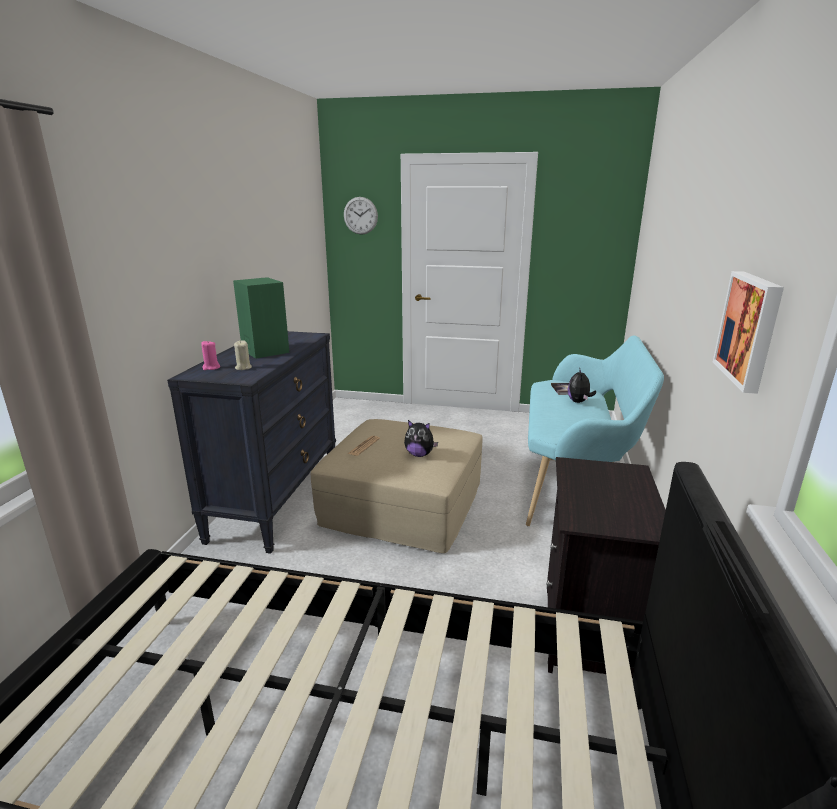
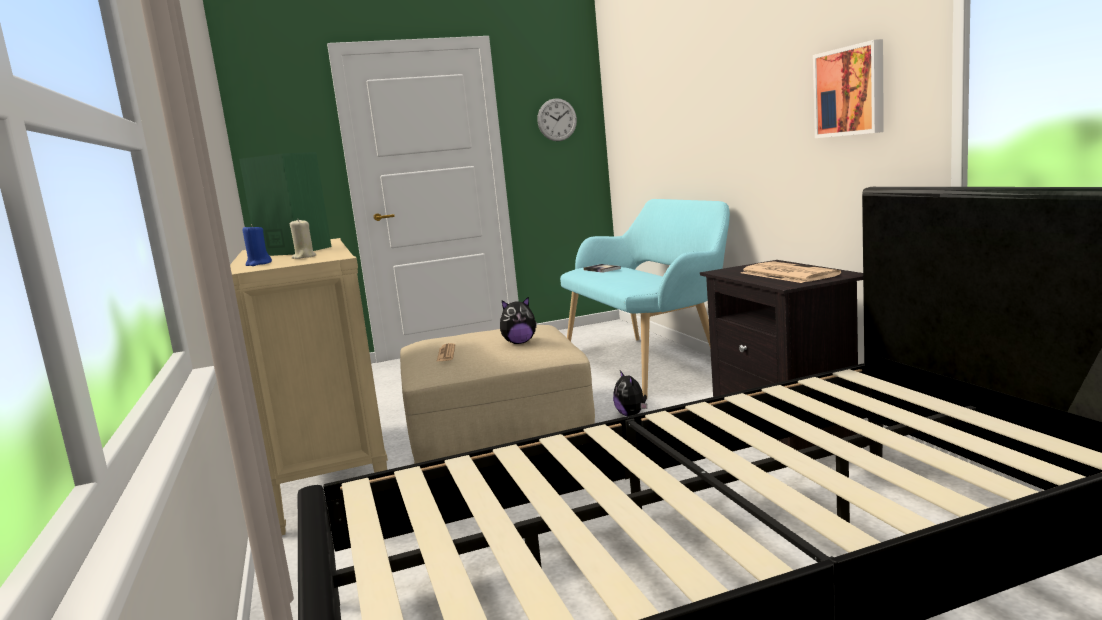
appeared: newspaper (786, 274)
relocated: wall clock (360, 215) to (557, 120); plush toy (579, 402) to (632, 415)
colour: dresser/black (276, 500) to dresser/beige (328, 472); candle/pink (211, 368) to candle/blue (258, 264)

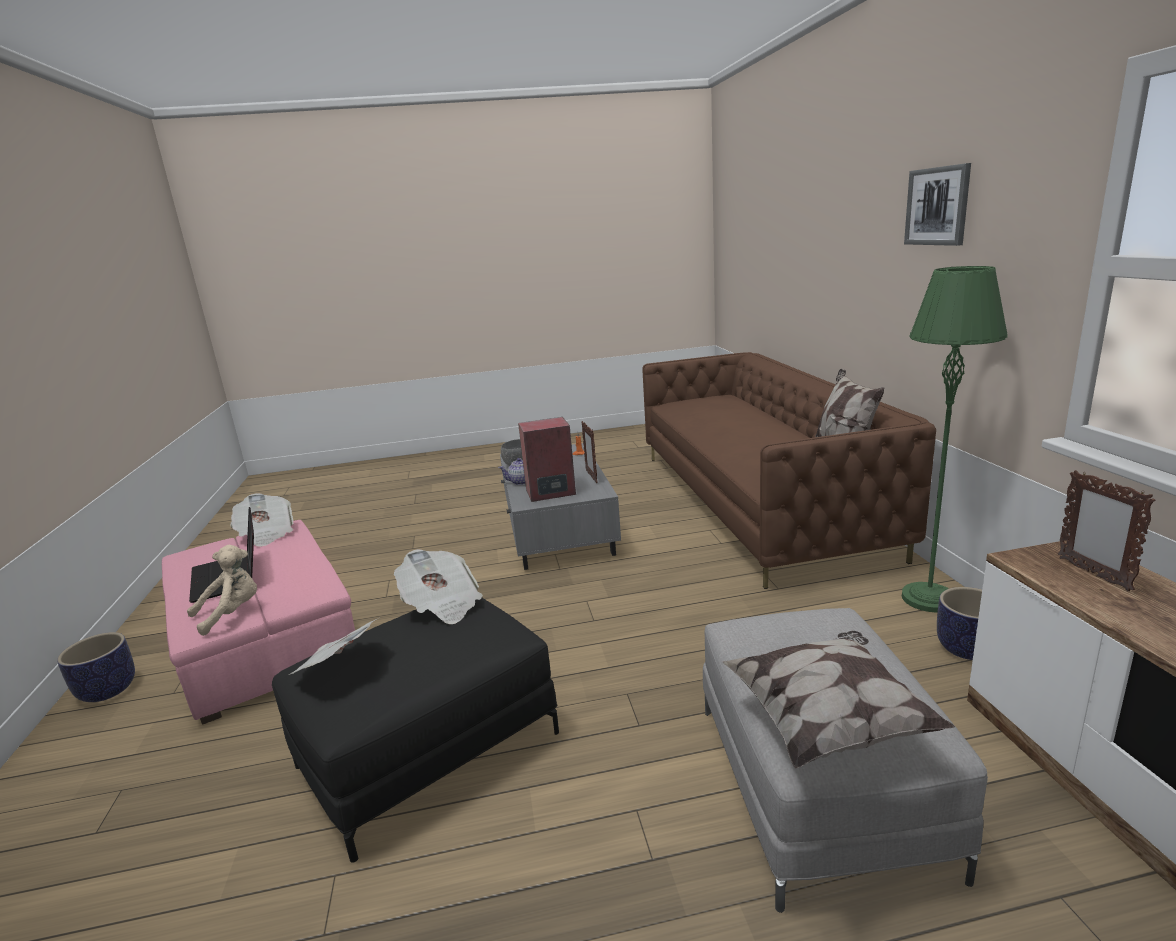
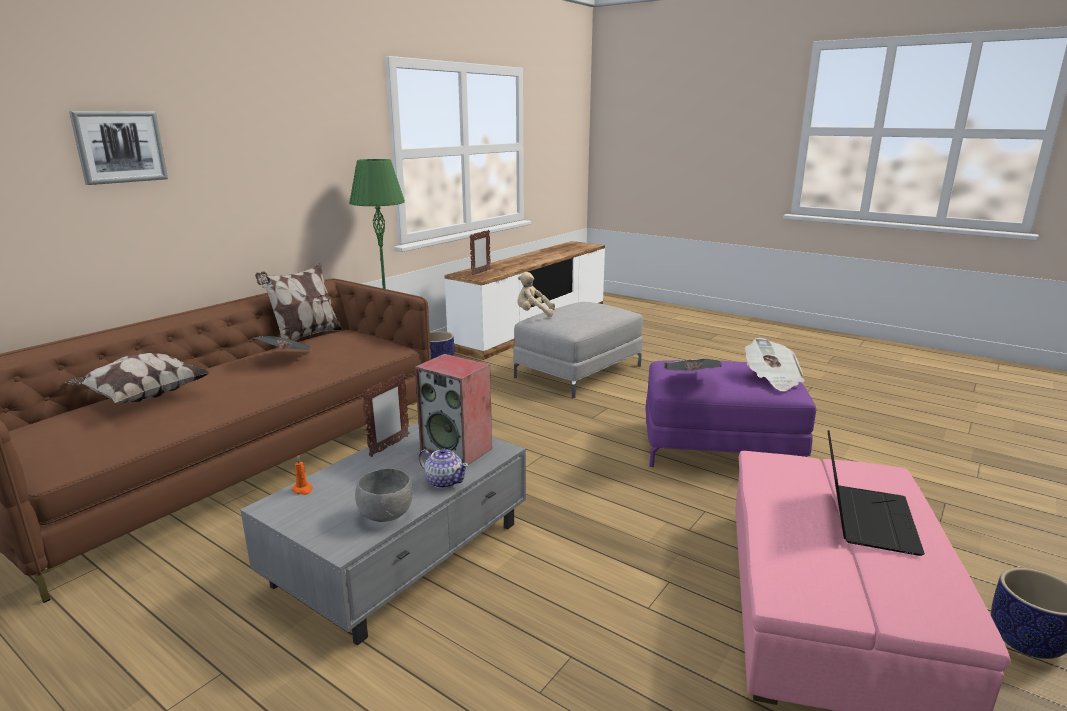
relocated: plush toy/beige (232, 613) to (533, 313); newspaper (266, 534) to (287, 358); pillow (828, 721) to (143, 397); picture (937, 206) to (120, 147)
colour: ottoman/black (429, 750) to ottoman/purple (719, 446)

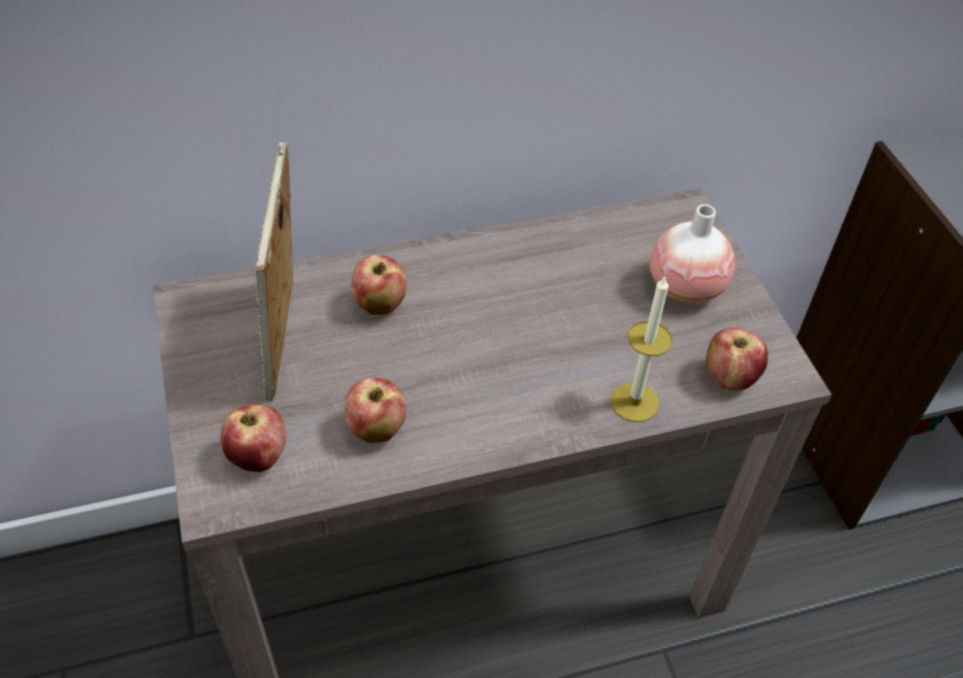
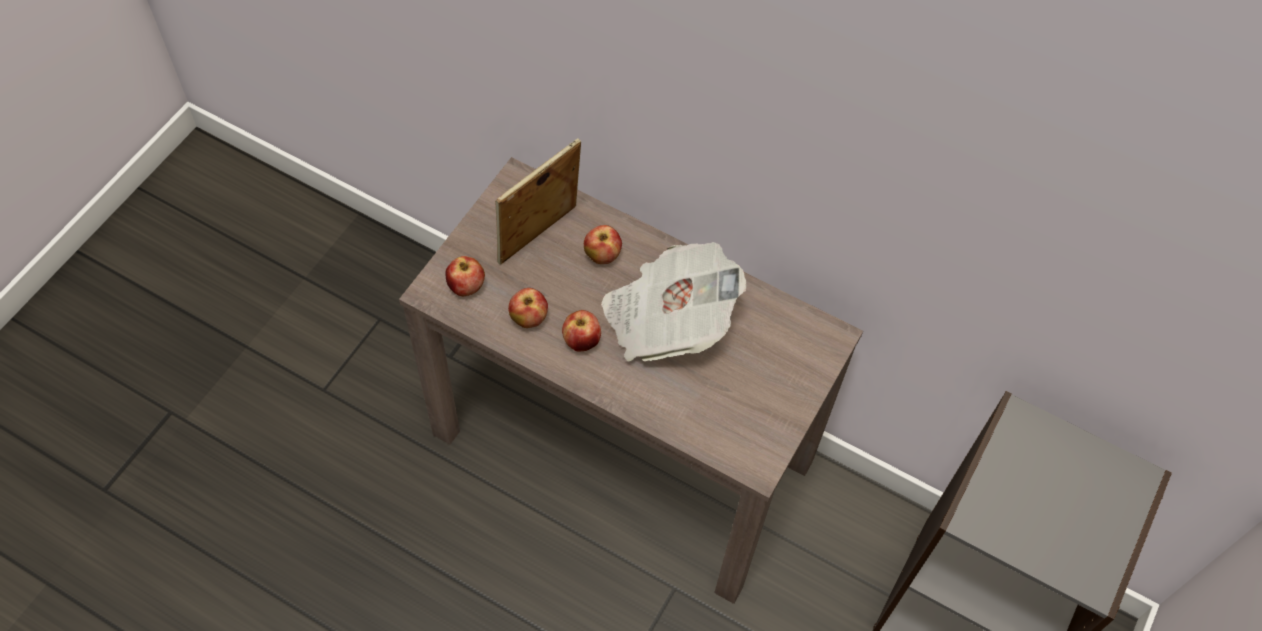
missing: candle (634, 402); vase (685, 288)
appeared: newspaper (668, 320)
relocated: apple (729, 378) to (581, 341)

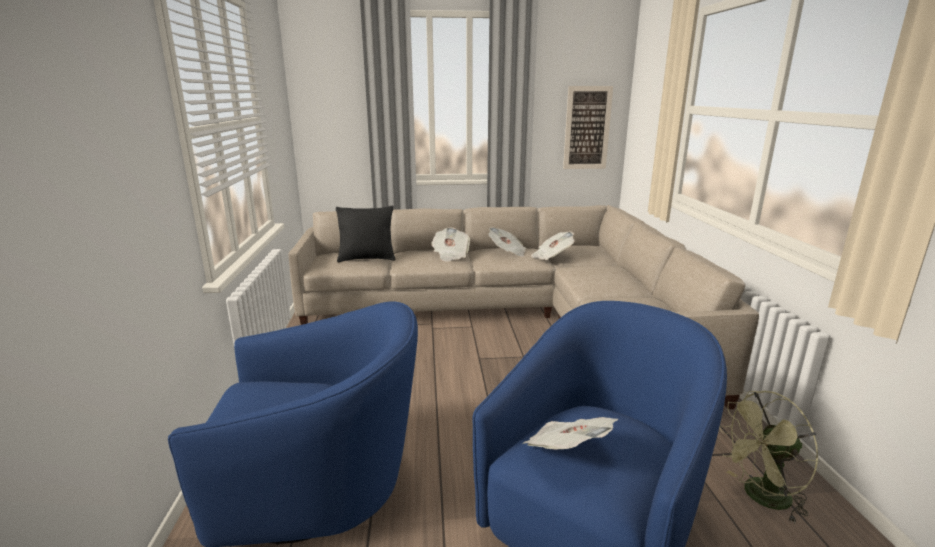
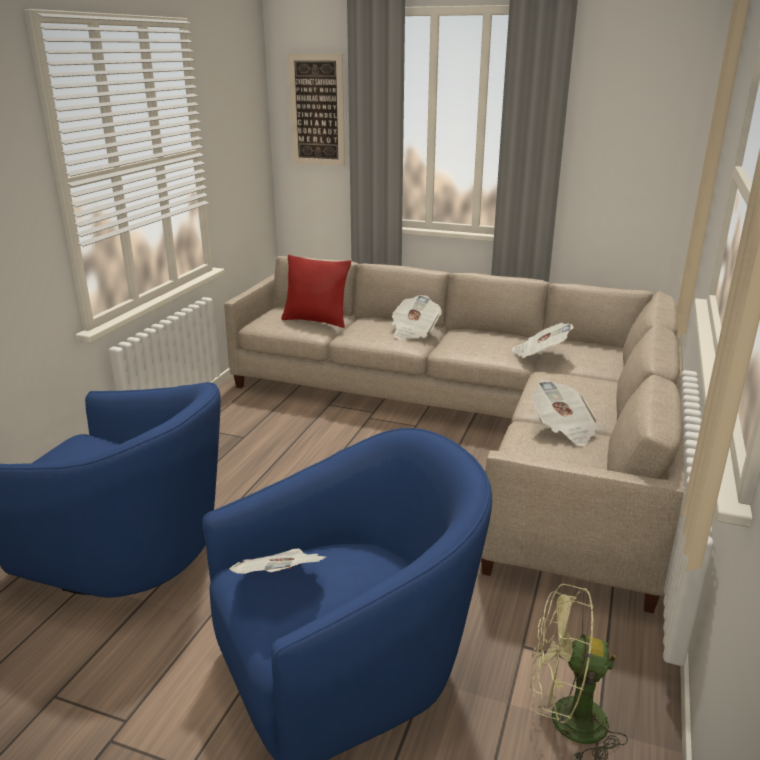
relocated: newspaper (507, 252) to (563, 429); picture (587, 128) to (317, 110)
colour: pillow/black (367, 259) to pillow/red (316, 321)

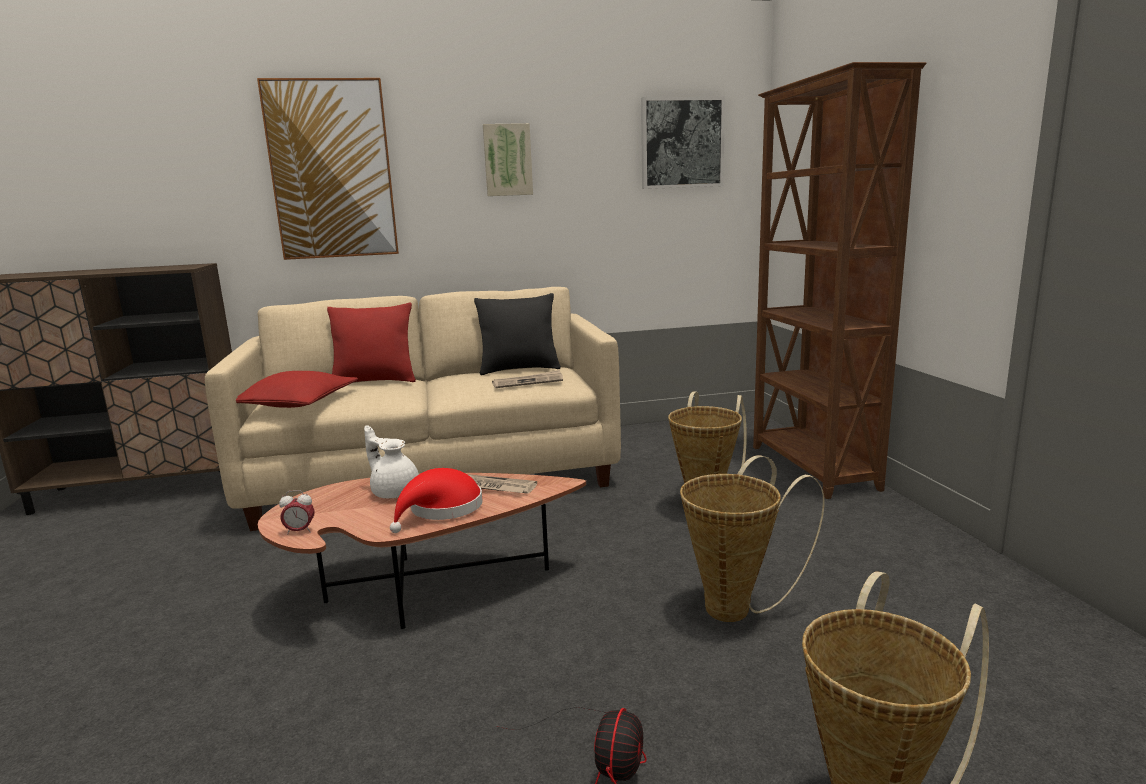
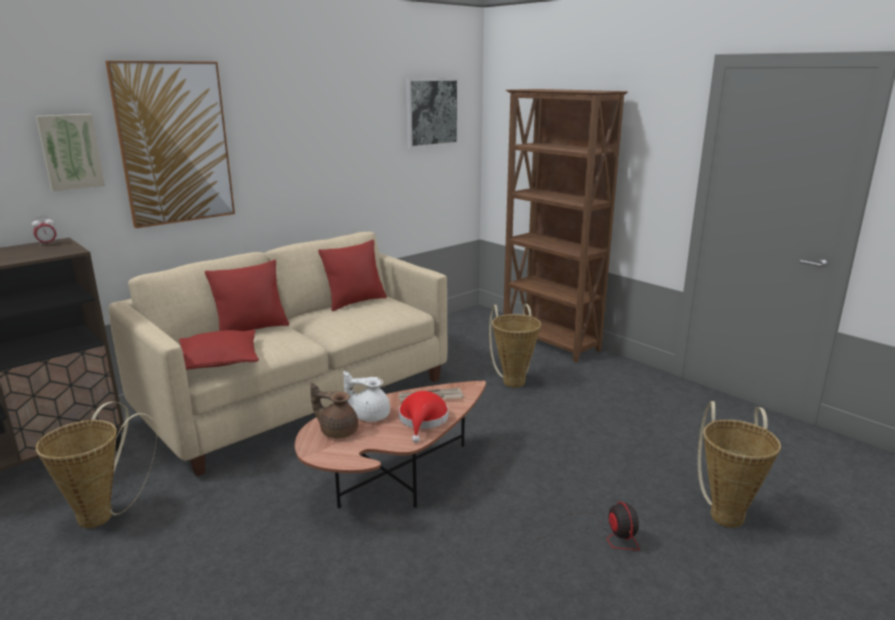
missing: newspaper (528, 382)
appeared: teapot/brown (337, 431)
relocated: alarm clock (300, 531) to (47, 244); picture (507, 160) to (70, 151); basket (736, 607) to (104, 514)
colour: pillow/black (519, 369) to pillow/red (355, 302)

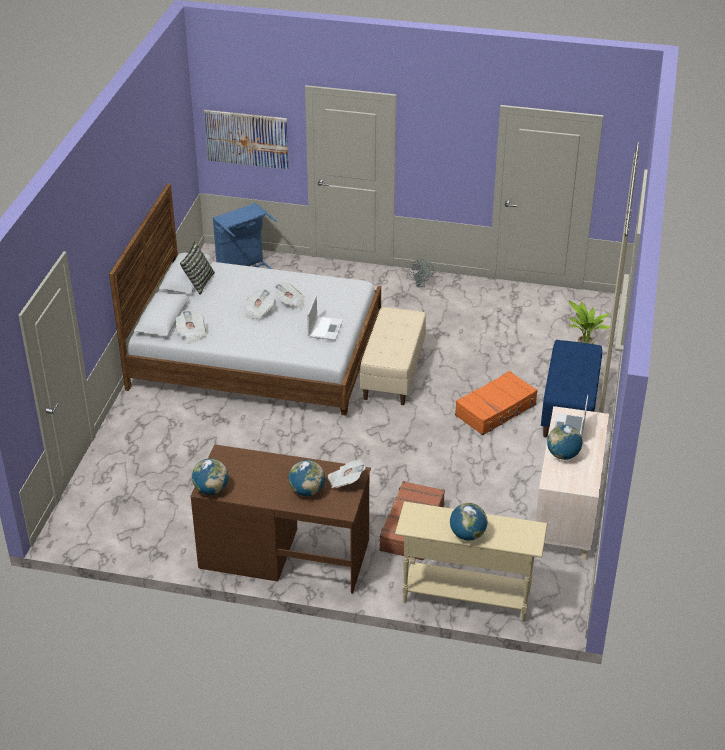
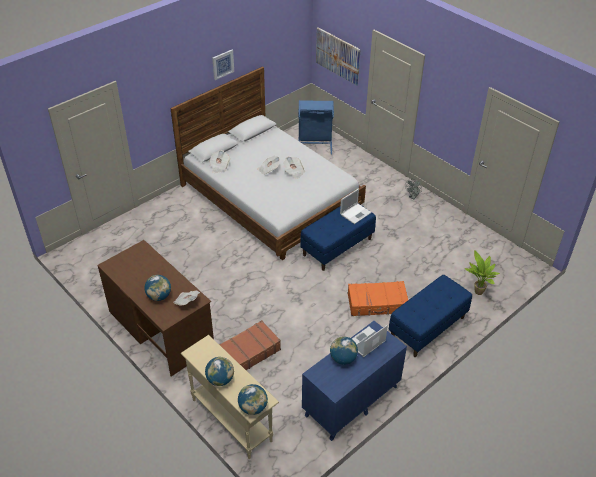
missing: pillow (198, 282)
appeared: picture (222, 64)
relocated: globe (211, 489) to (253, 408); laptop (325, 328) to (356, 213)
colour: bench/beige (392, 373) to bench/blue (337, 246); dresser/beige (566, 515) to dresser/blue (351, 401)

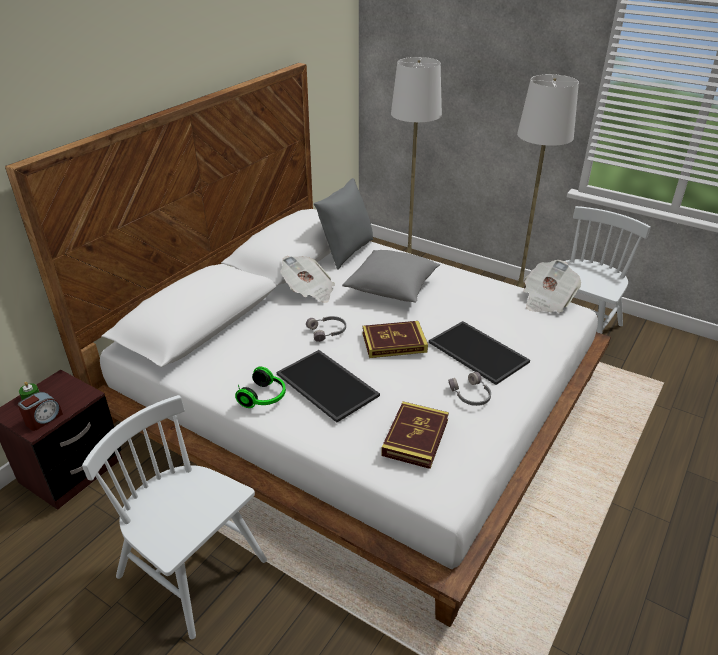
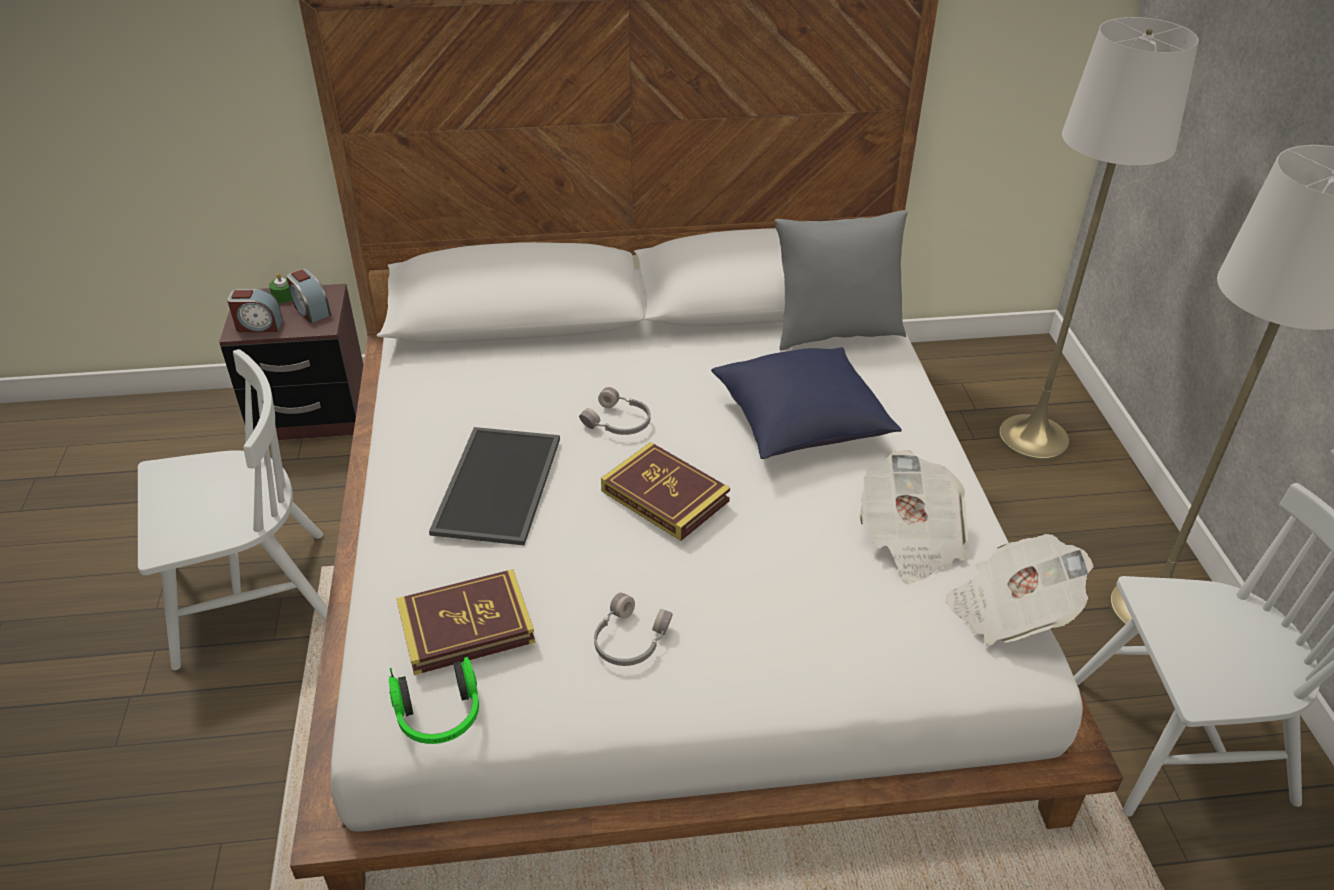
missing: tray (479, 352)
appeared: alarm clock (311, 310)
relocated: headphones (264, 397) to (440, 717); newspaper (309, 291) to (910, 539)
colour: pillow/grey (392, 289) to pillow/blue (801, 424)
spun: chair/white (192, 569) = (250, 597) 75 degrees clockwise

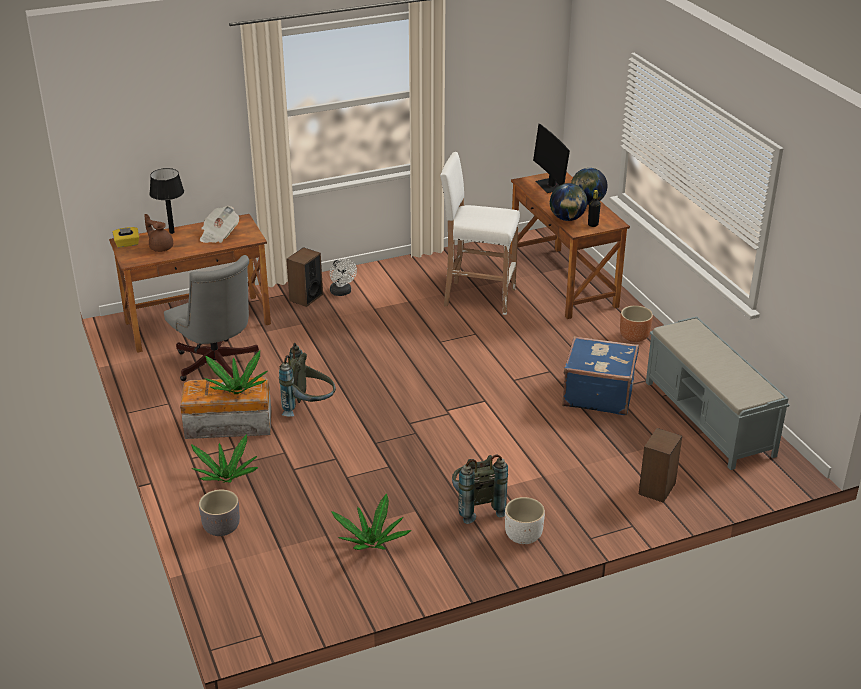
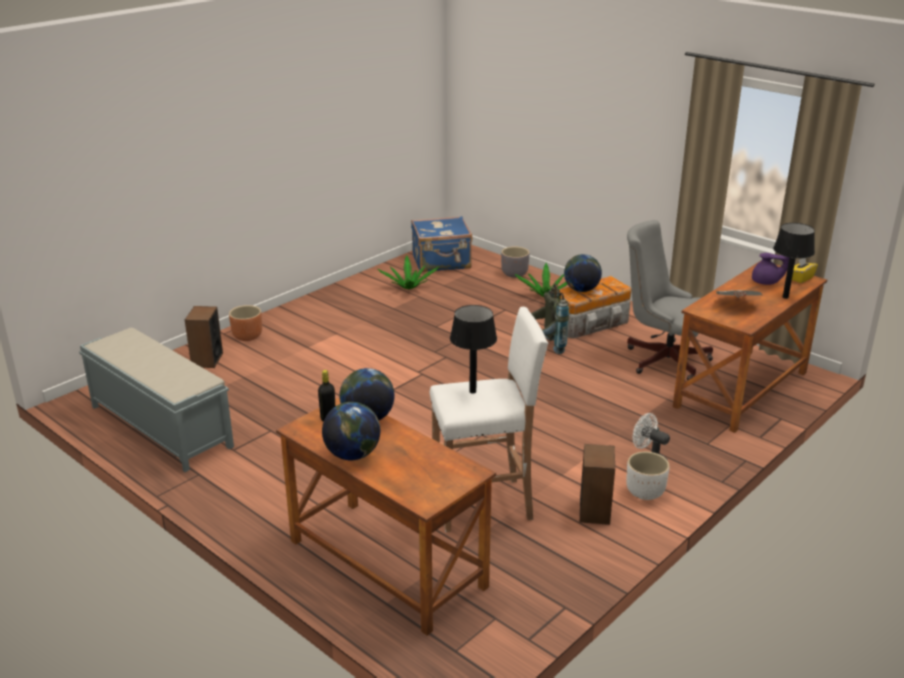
missing: backpack/grey (476, 506); monitor (551, 186)
appeared: table lamp/black (473, 391)
relocated: speaker (306, 297) to (595, 511); planter/white (524, 536) to (644, 492); suitcase/blue (597, 394) to (442, 262); planter/brown (634, 337) to (247, 336)
exchanged: potted plant (237, 390) to globe (581, 290)
colour: teapot/brown (160, 247) to teapot/purple (766, 282)

